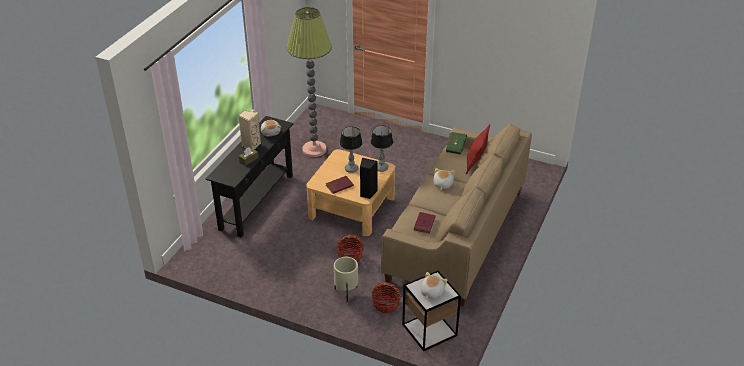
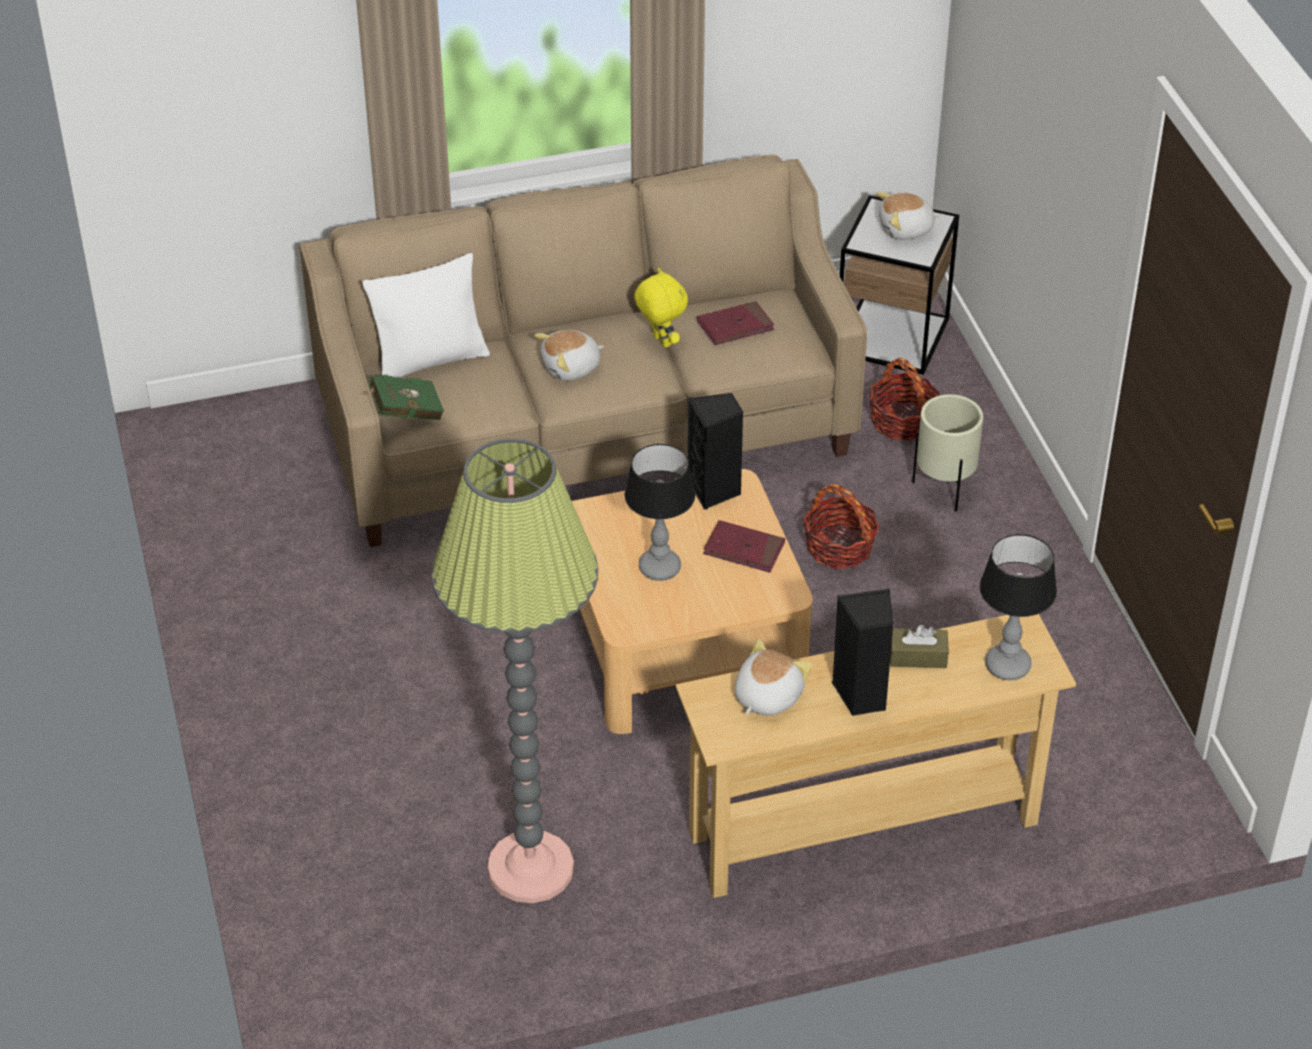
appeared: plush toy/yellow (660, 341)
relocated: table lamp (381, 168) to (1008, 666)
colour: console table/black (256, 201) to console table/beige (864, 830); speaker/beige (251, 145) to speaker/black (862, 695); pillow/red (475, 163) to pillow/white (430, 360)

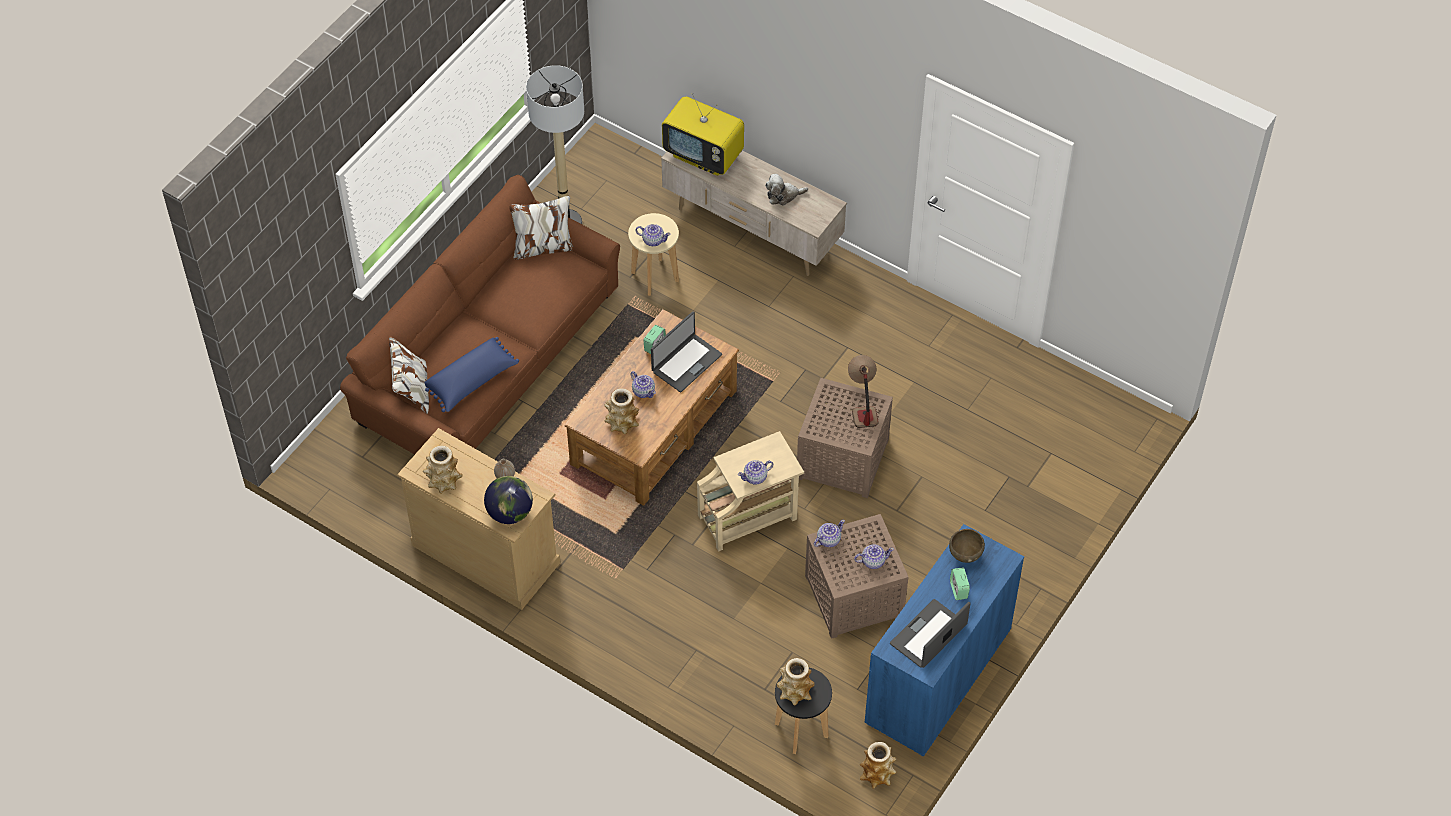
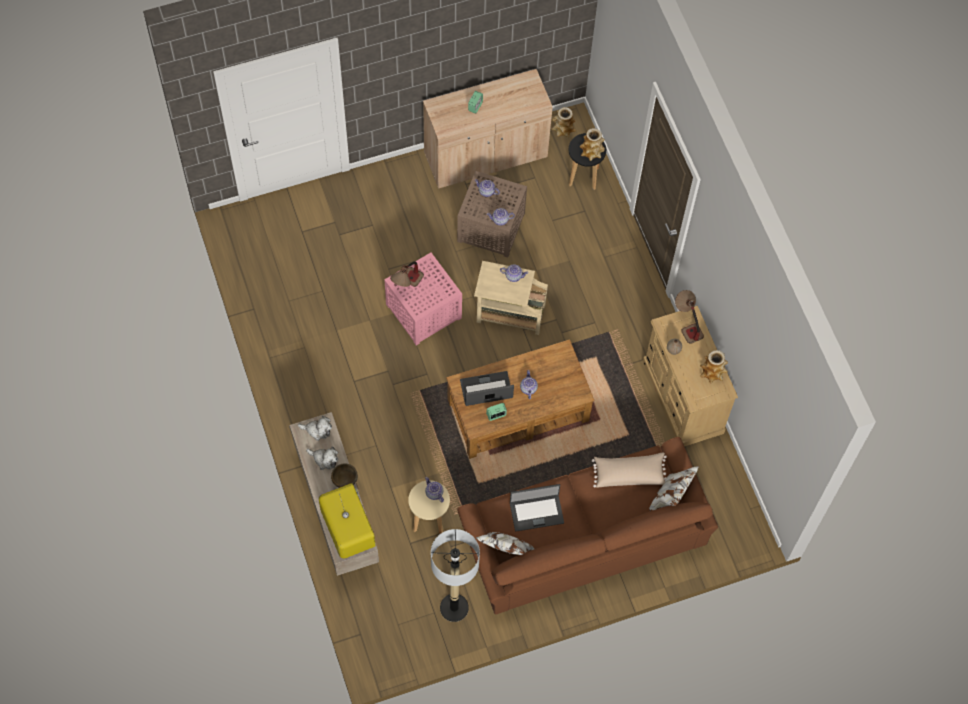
missing: vase (622, 422)
appeared: plush toy (317, 430)
relocated: laptop (929, 635) to (536, 512); bowl/brown (965, 555) to (344, 481)
exchanged: globe (510, 512) to table lamp (687, 325)
colour: pillow/blue (472, 381) to pillow/beige (629, 473); side table/brown (843, 460) to side table/pink (424, 310); cabinet/blue (937, 676) to cabinet/beige (485, 155)

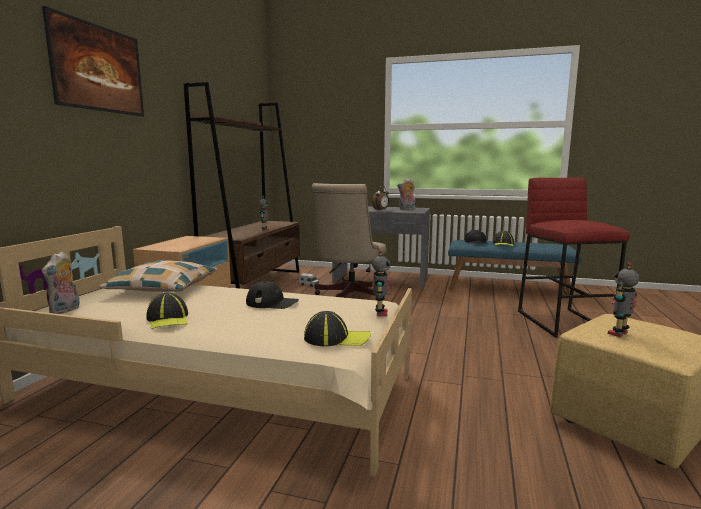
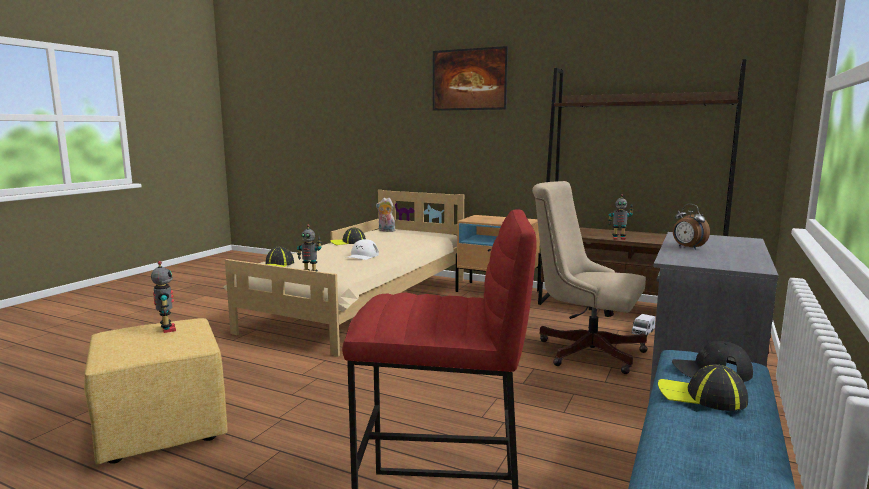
missing: pillow (164, 288); plush toy (406, 209)
colour: cap/black (272, 303) to cap/white (362, 256)

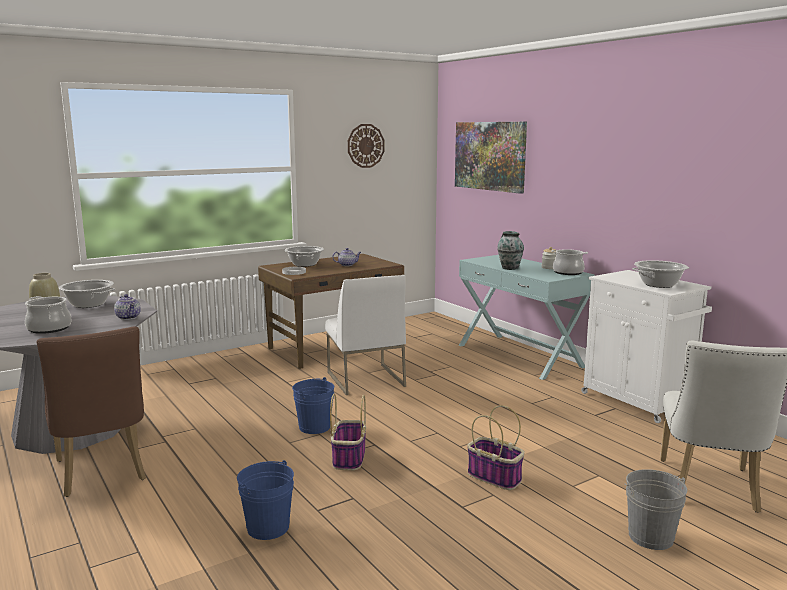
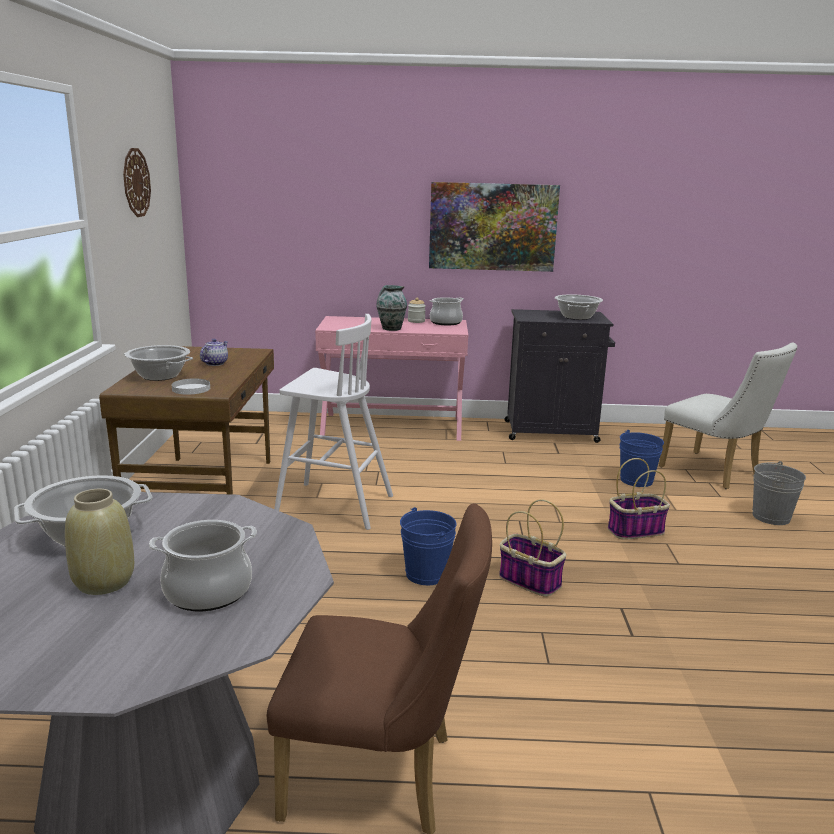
missing: teapot (129, 317)
relocated: bucket/blue (268, 527) to (636, 480); picture (489, 156) to (492, 227)
exchanged: chair/white (364, 379) to stool/white (332, 505)
colour: console table/turquoise (519, 355) to console table/pink (392, 426); cabinet/white (638, 402) to cabinet/black (552, 431)

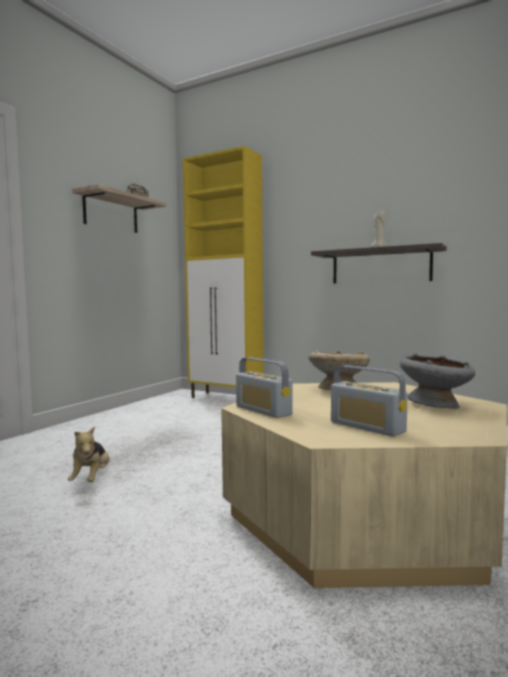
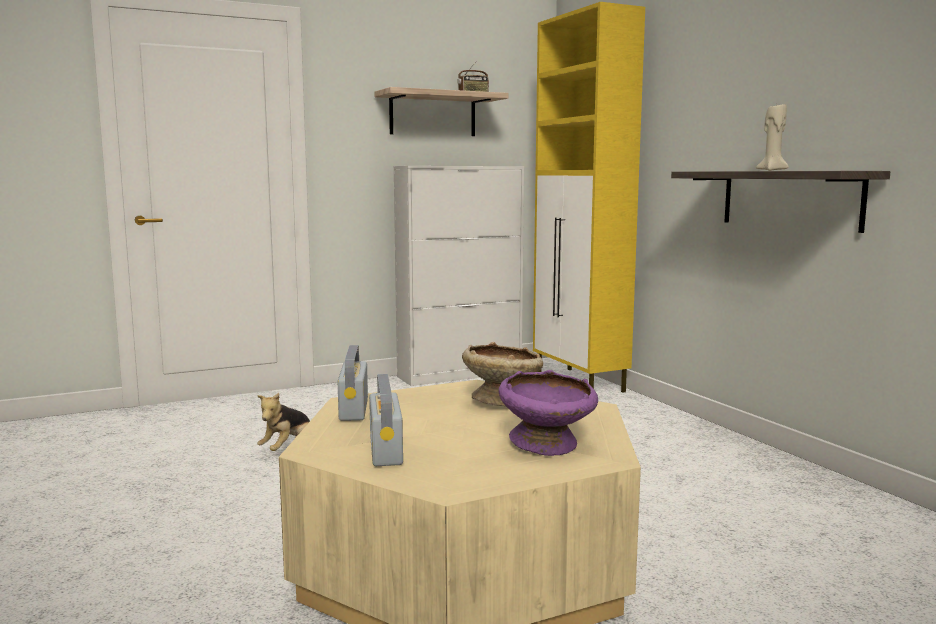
appeared: cabinet/white (460, 374)
colour: bowl/grey (435, 404) to bowl/purple (547, 445)

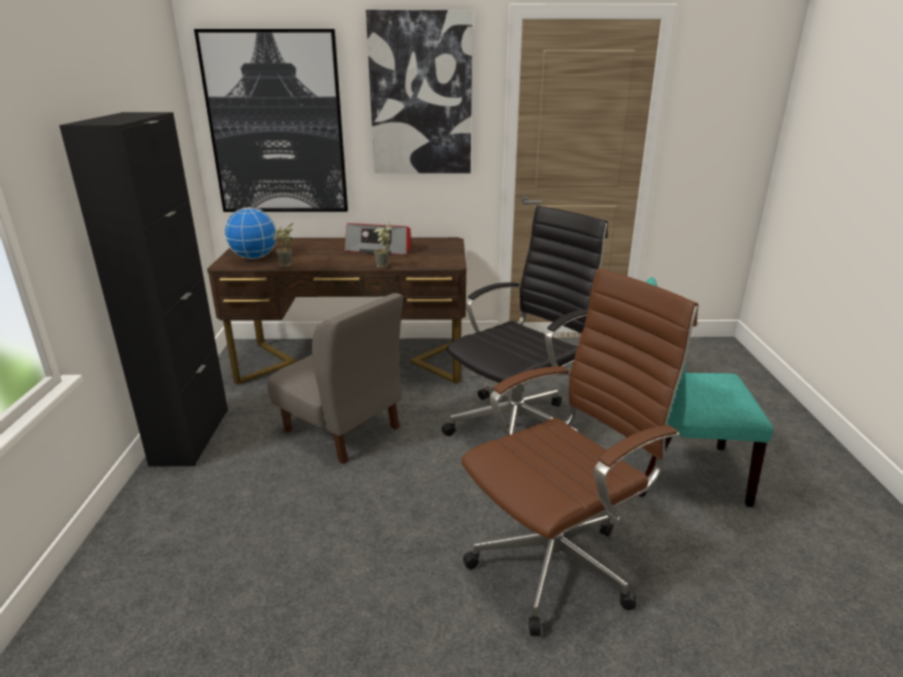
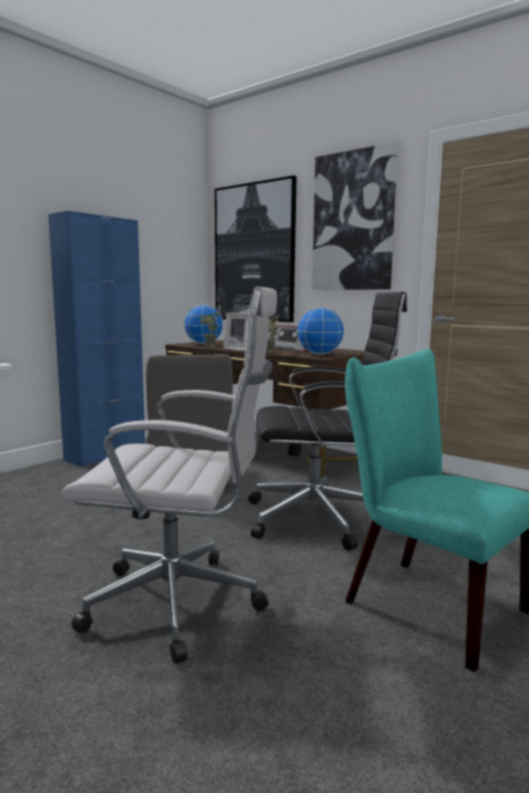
appeared: picture frame (238, 349); globe (319, 354)
colour: cabinet/black (191, 436) to cabinet/blue (105, 455); office chair/brown (558, 563) to office chair/white (182, 604)

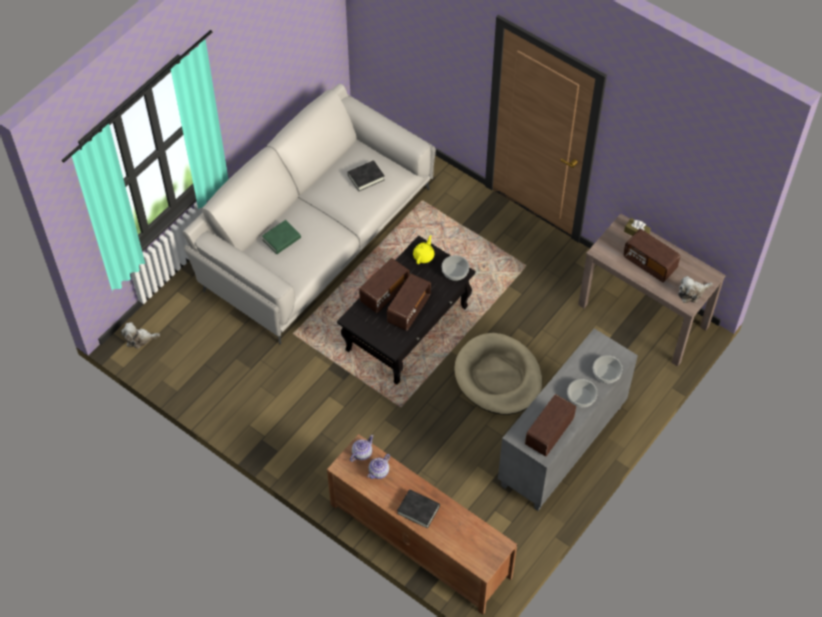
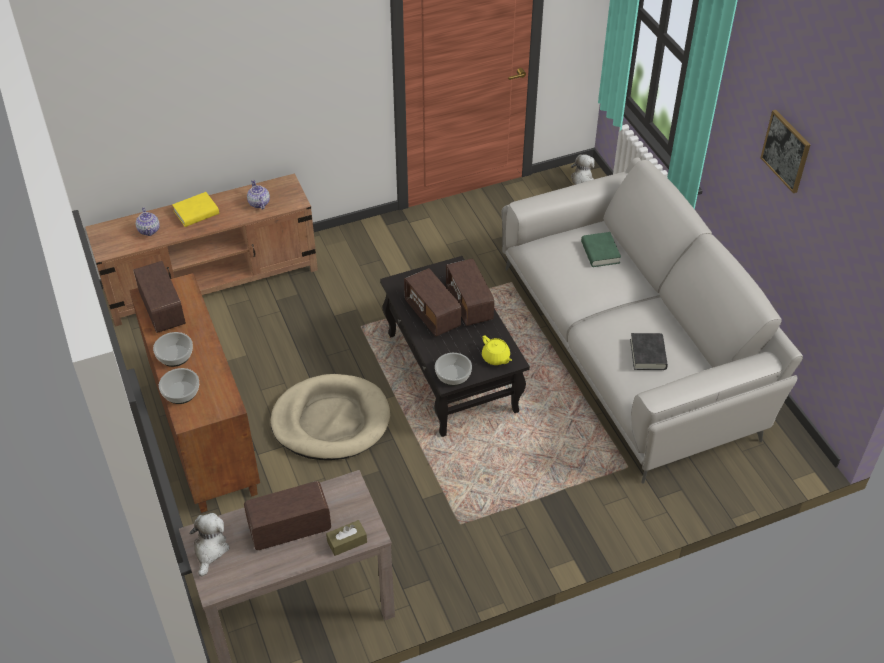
appeared: picture (786, 151)
relocated: teapot (361, 453) to (149, 230)
colour: book/black (418, 510) to book/yellow (196, 213); cabinet/grey (562, 447) to cabinet/brown (203, 433)

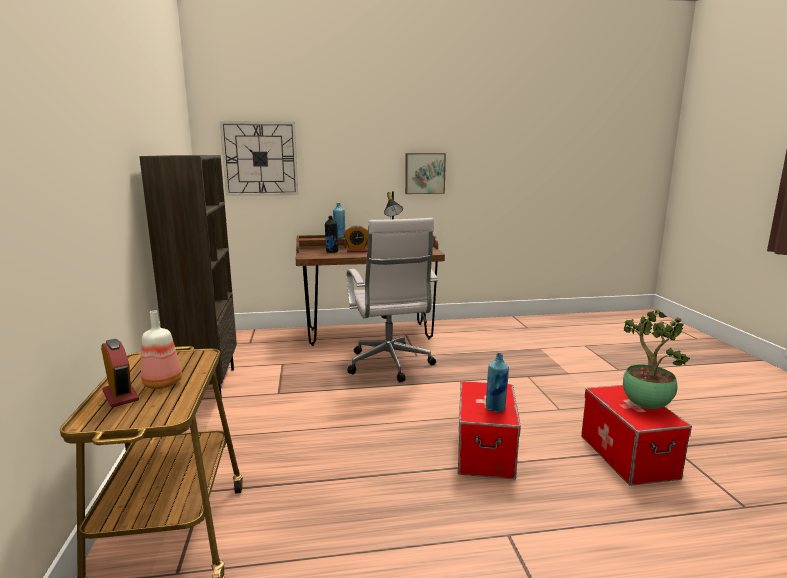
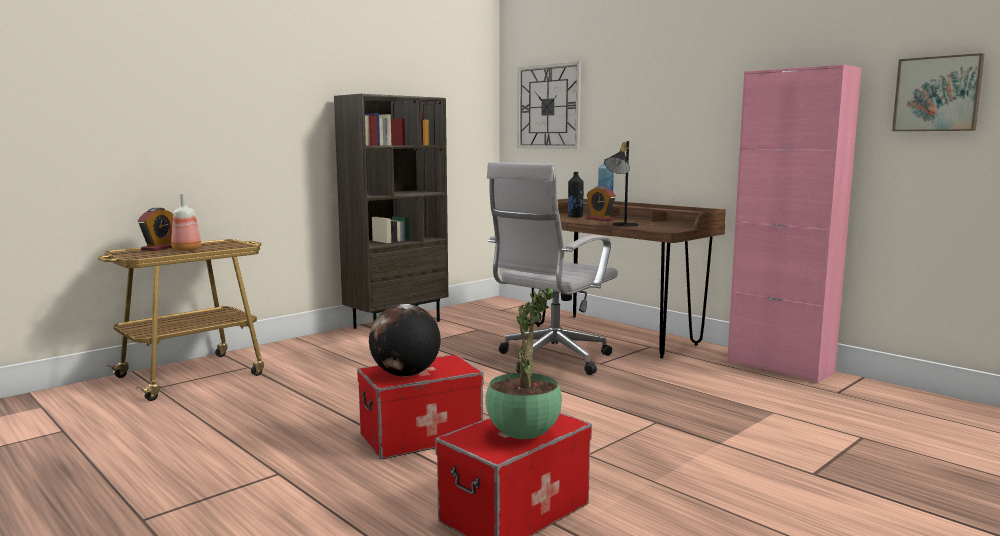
appeared: cabinet/pink (779, 367)
relocated: picture (424, 173) to (937, 94)
exchanged: bottle/blue (495, 408) to globe (405, 375)

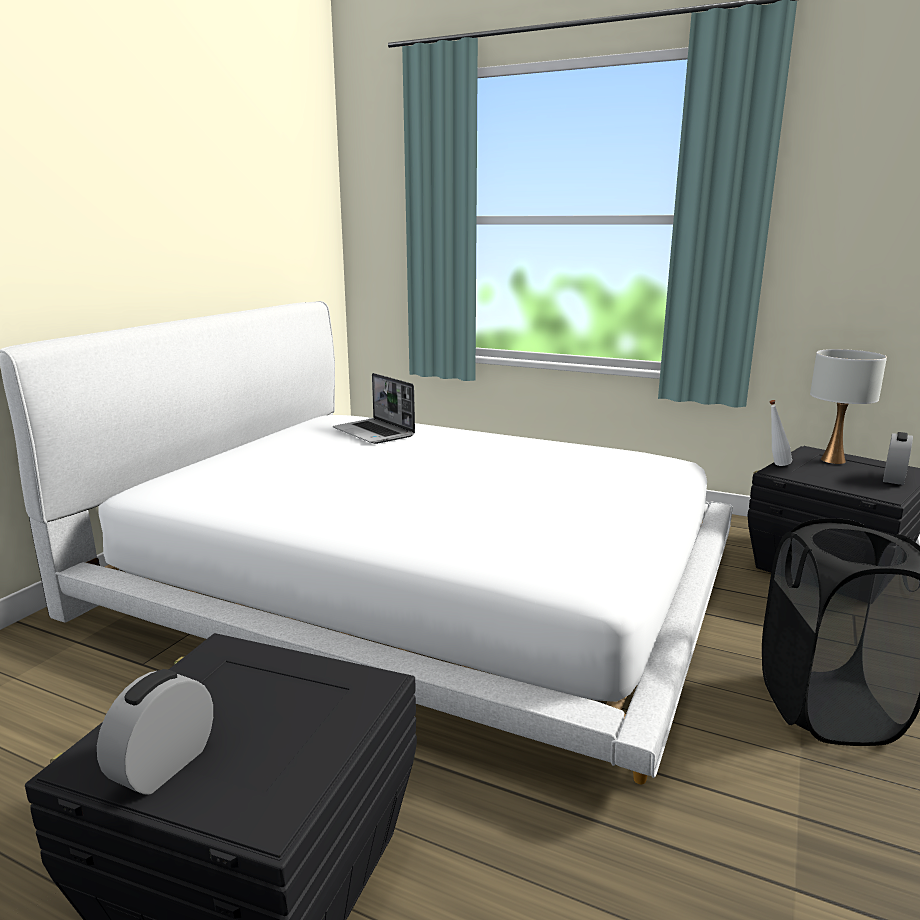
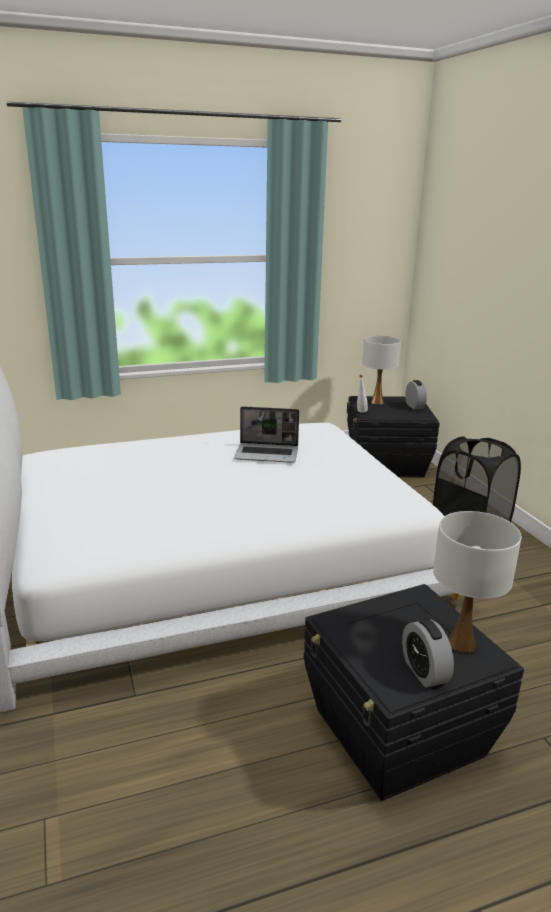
appeared: table lamp/white (461, 643)
relocated: laptop (375, 433) to (267, 454)

